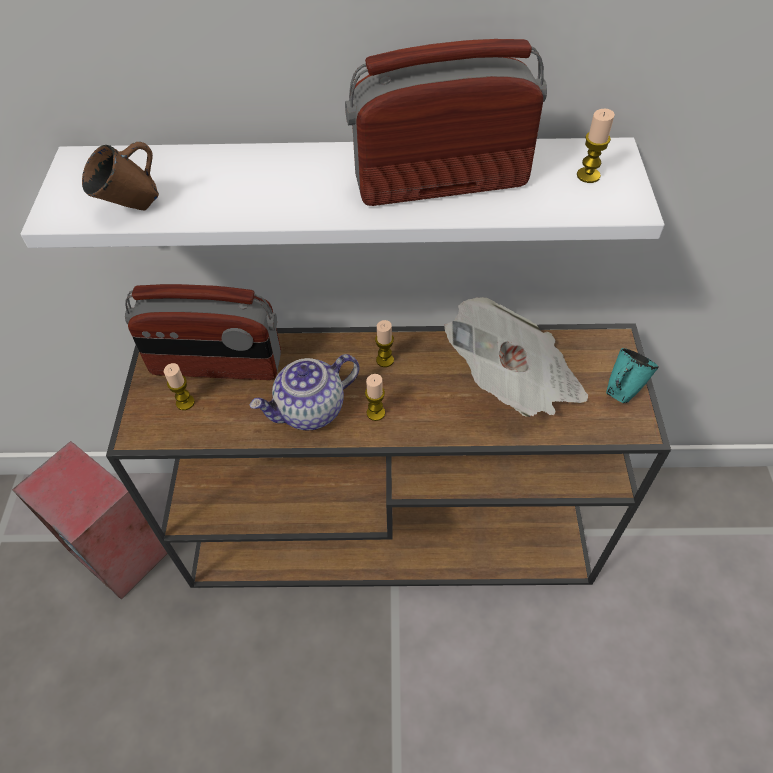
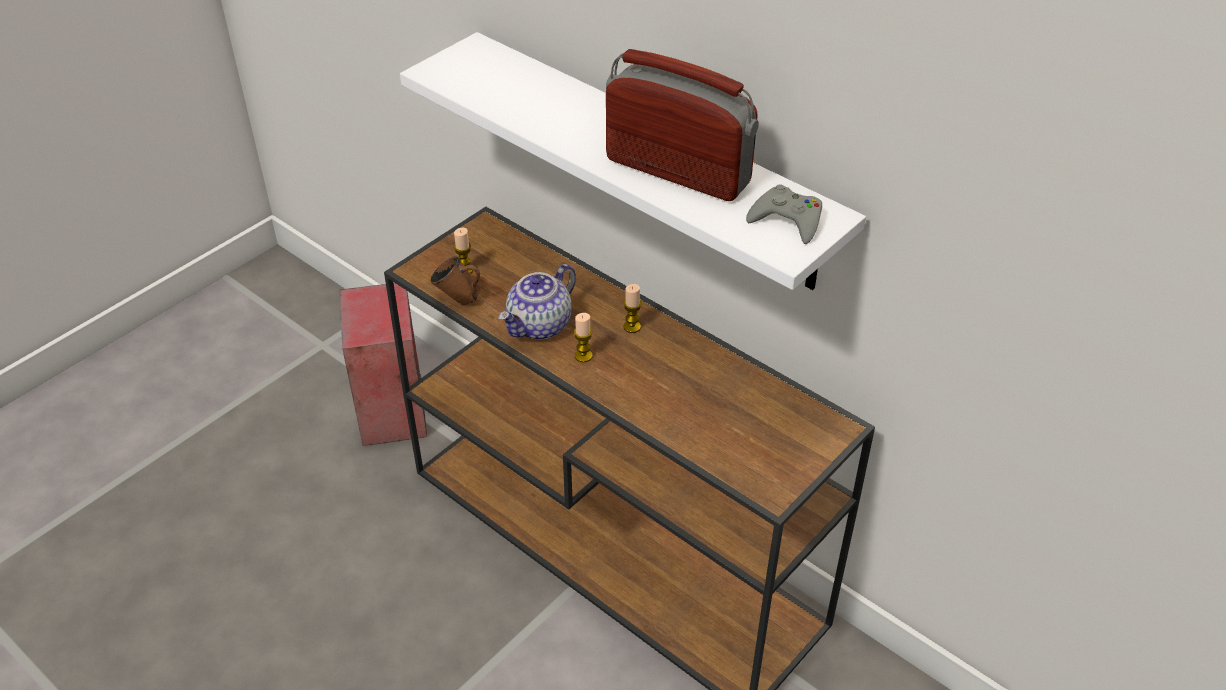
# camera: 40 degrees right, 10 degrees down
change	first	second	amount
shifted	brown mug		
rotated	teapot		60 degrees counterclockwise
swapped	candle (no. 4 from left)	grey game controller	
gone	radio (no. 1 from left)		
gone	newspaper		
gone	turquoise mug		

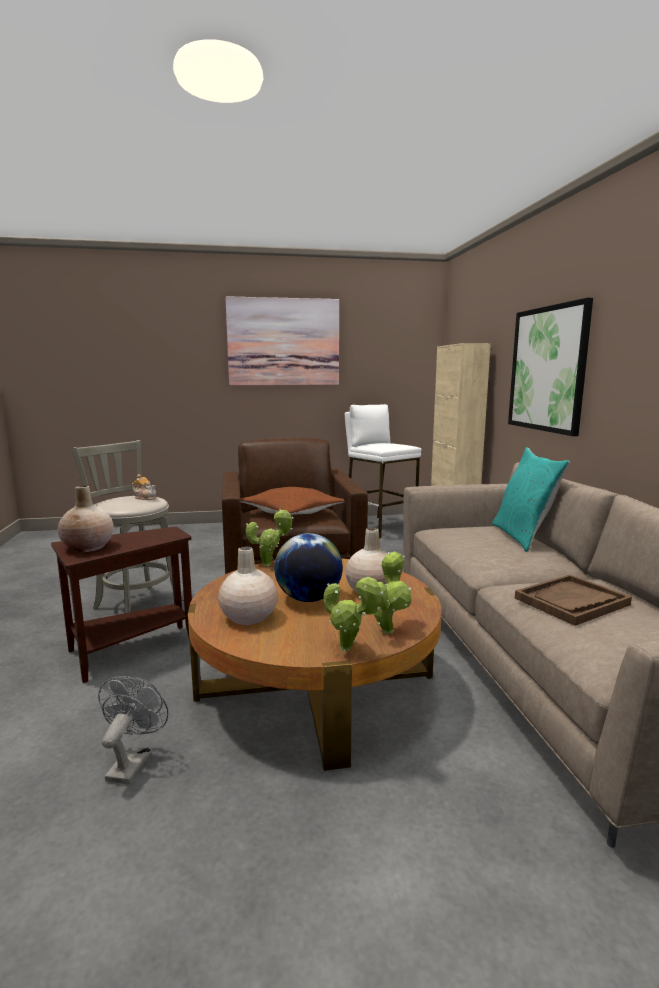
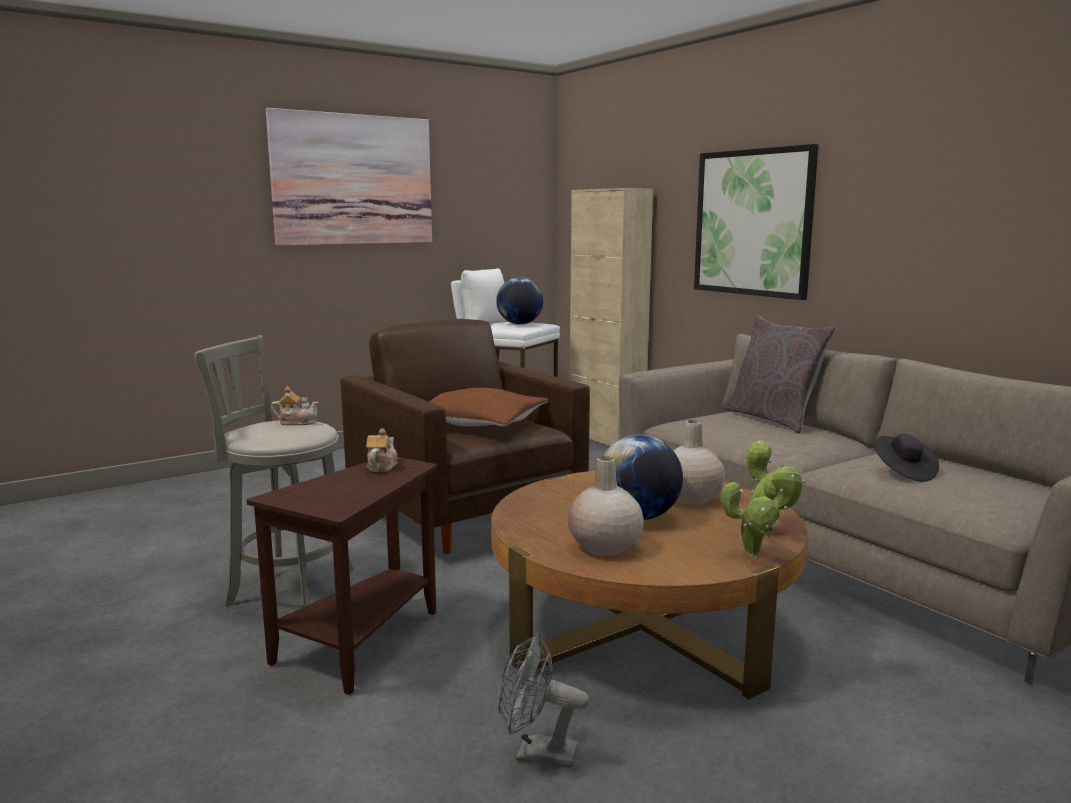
# camera: 25 degrees left, 0 degrees up
change	first	second	amount
new		teapot (no. 2 from left)	
new		globe (no. 1 from left)	
rotated	grey fan		60 degrees counterclockwise
repainted	turquoise pillow	grey pillow	
swapped	brown tray	black hat	
gone	beige vase (no. 1 from left)		
gone	potted plant (no. 1 from left)		

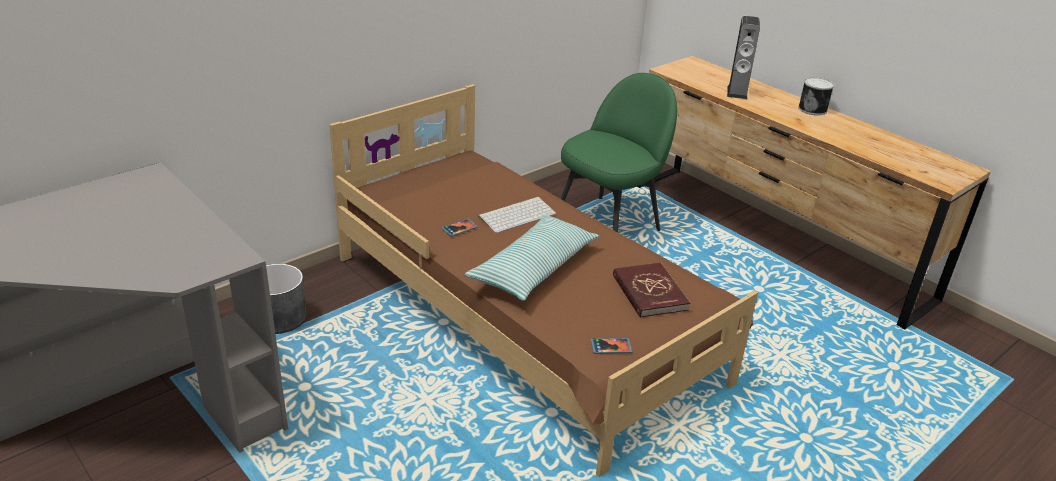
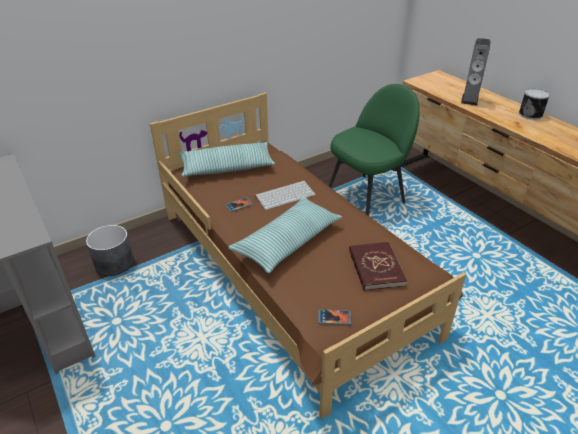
# camera: 10 degrees right, 5 degrees up
change	first	second	amount
new		pillow (no. 1 from left)	

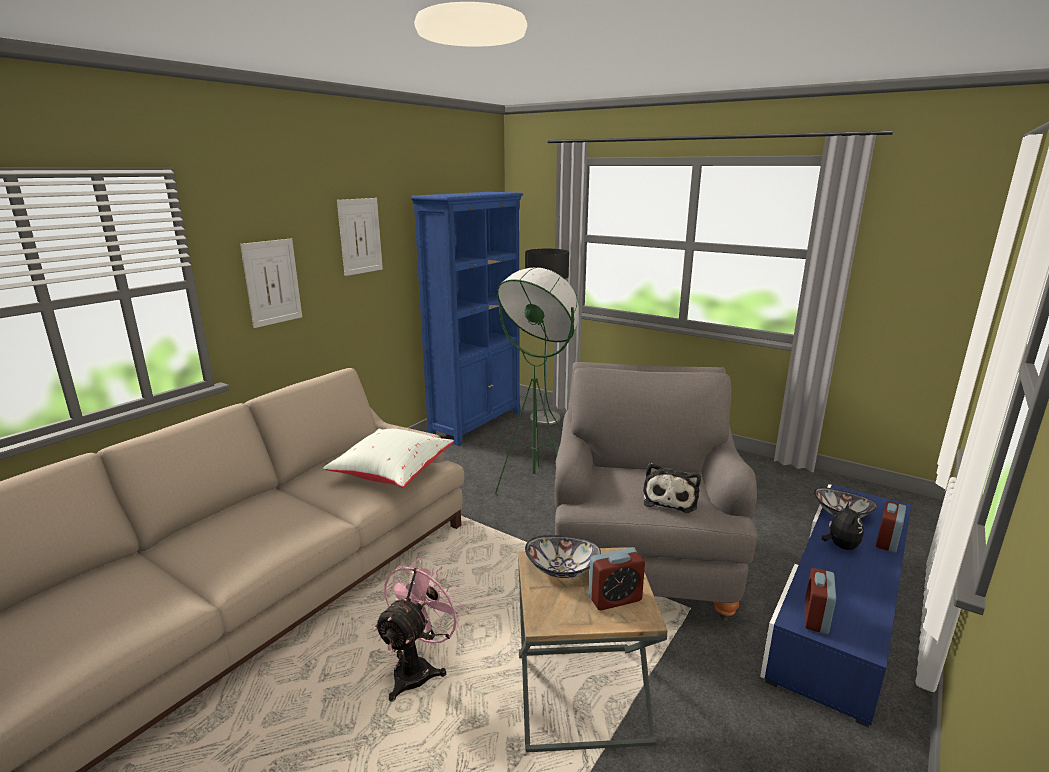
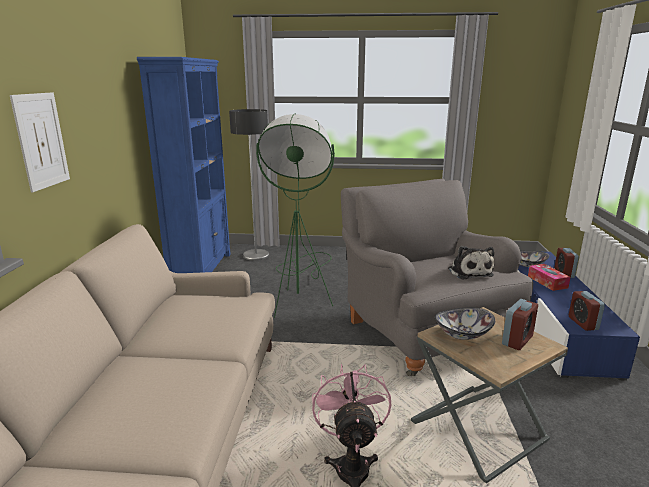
# camera: 30 degrees left, 0 degrees up
change	first	second	amount
swapped	plush toy (no. 2 from left)	tissue box	
gone	white pillow		
gone	picture (no. 2 from left)		

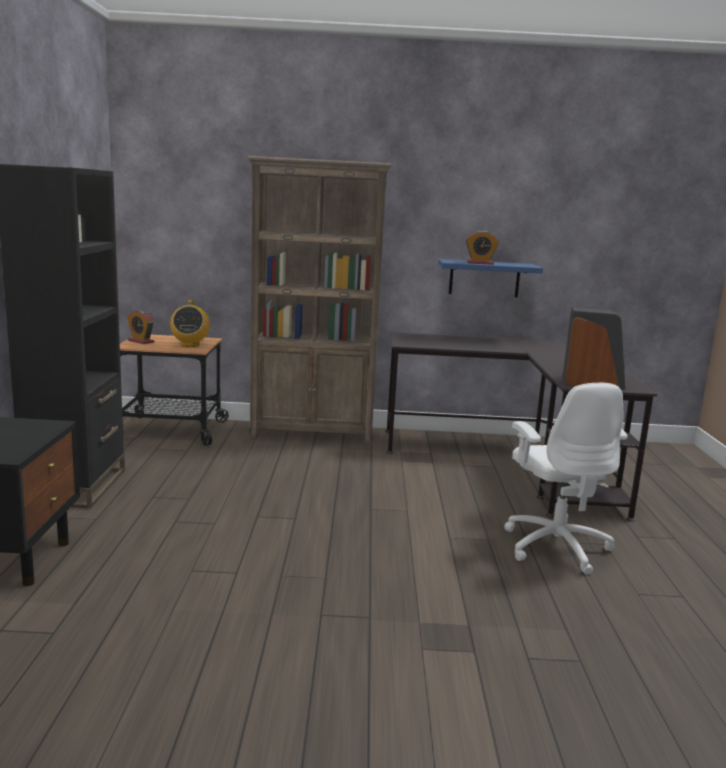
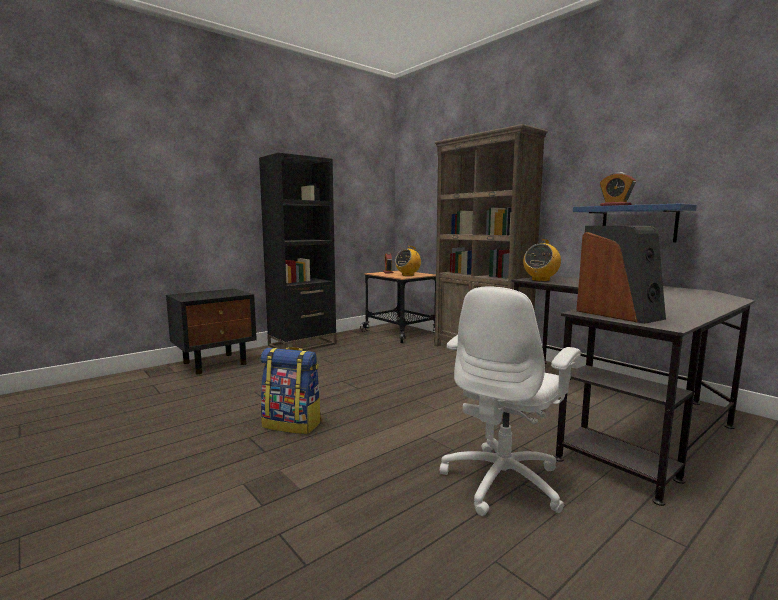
# camera: 50 degrees right, 5 degrees down
change	first	second	amount
new		backpack	
new		radio (no. 2 from left)	

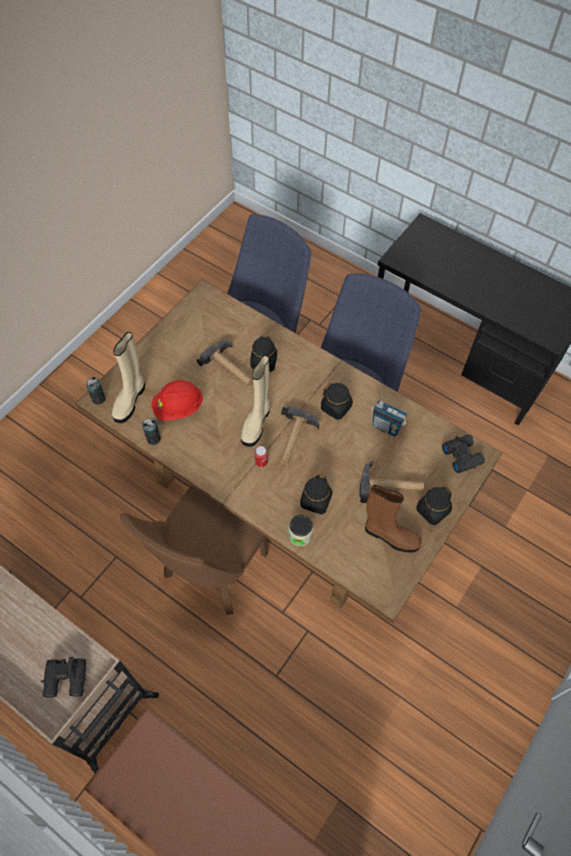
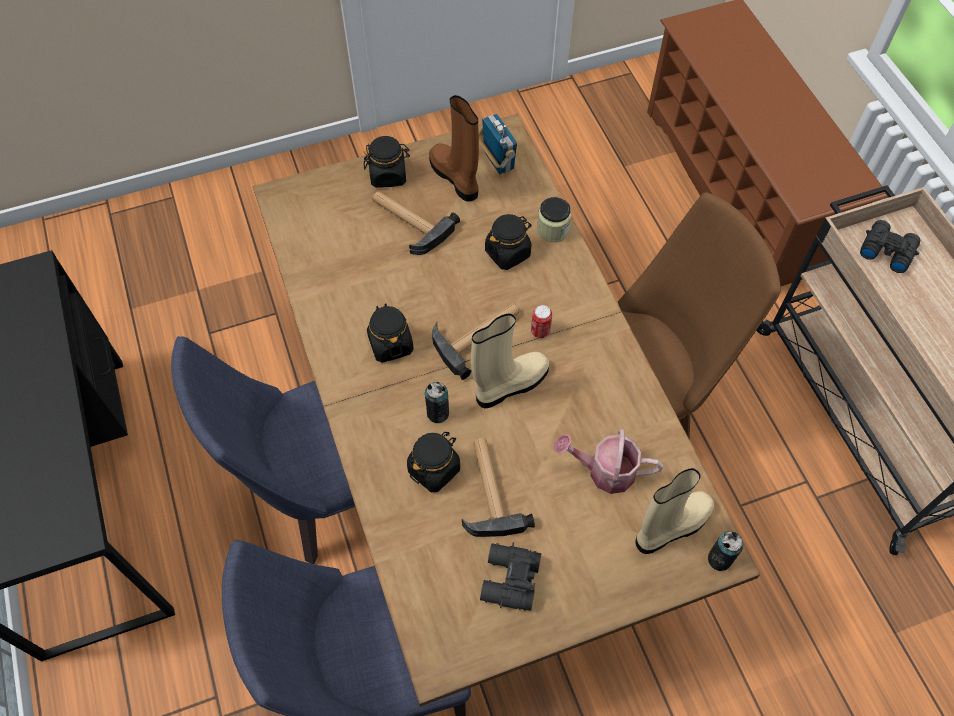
# camera: 145 degrees left, 0 degrees up
change	first	second	amount
shifted	can (no. 2 from left in the first image)	can (no. 1 from left)	
shifted	radio		
shifted	black binoculars (no. 2 from left in the first image)	black binoculars (no. 1 from left)	
swapped	red hard hat	watering can	

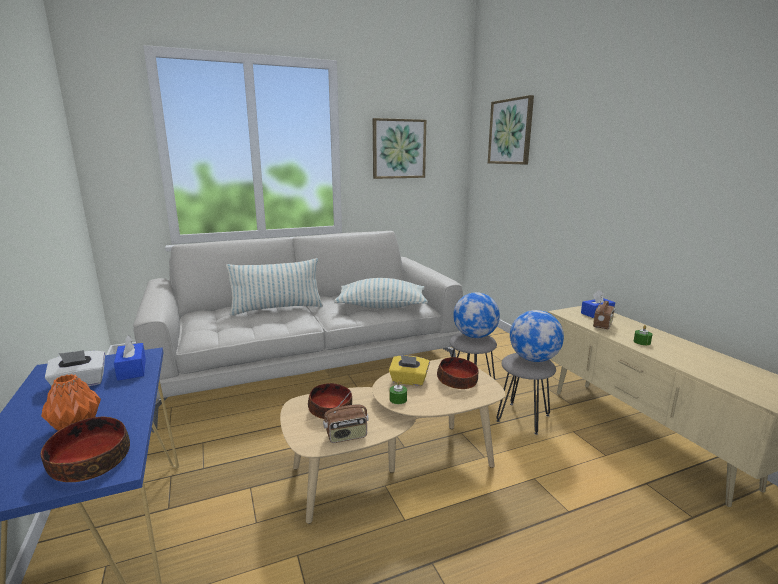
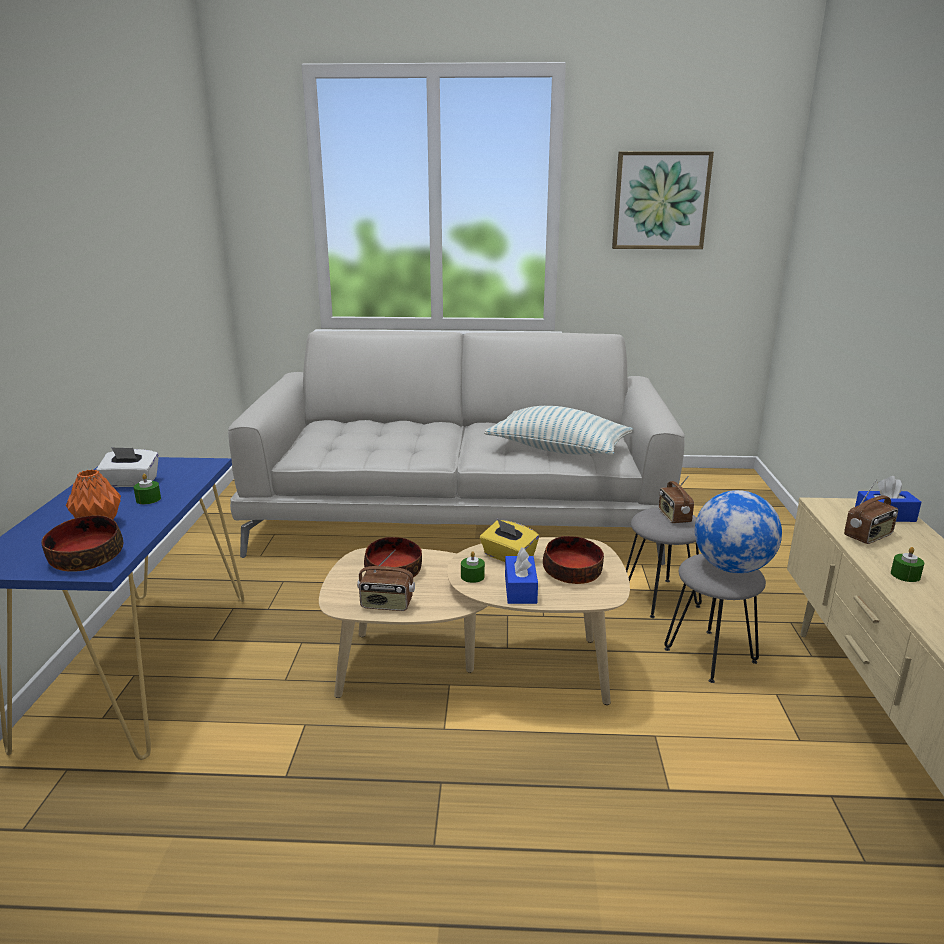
# camera: 25 degrees right, 5 degrees up
change	first	second	amount
new		green candle (no. 1 from left)	
shifted	blue tissue box (no. 1 from left)		
swapped	globe (no. 1 from left)	radio (no. 2 from left)	
gone	pillow (no. 1 from left)		
gone	picture (no. 2 from left)		

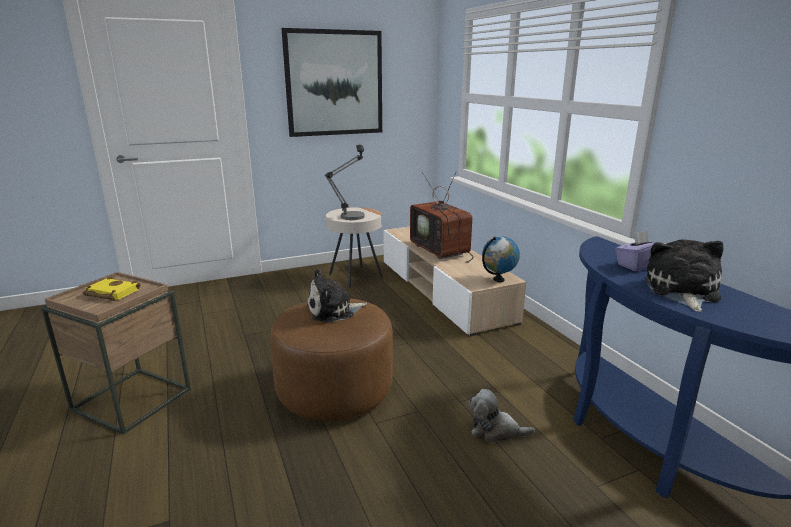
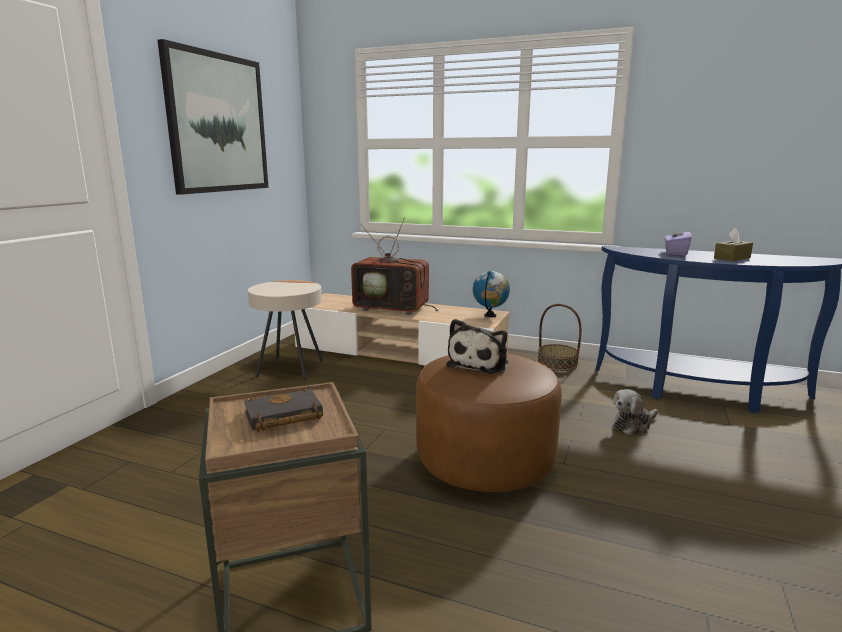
# camera: 45 degrees left, 5 degrees down
change	first	second	amount
repainted	yellow book	black book	
new		basket	
swapped	plush toy (no. 3 from left)	brown tissue box	
gone	table lamp		

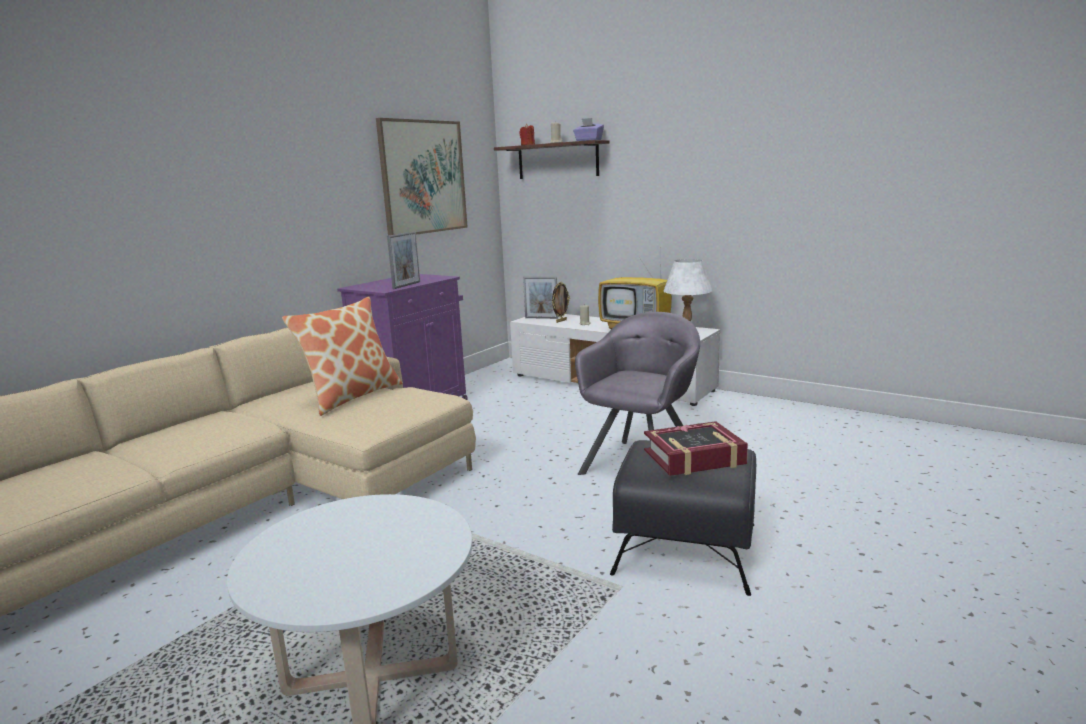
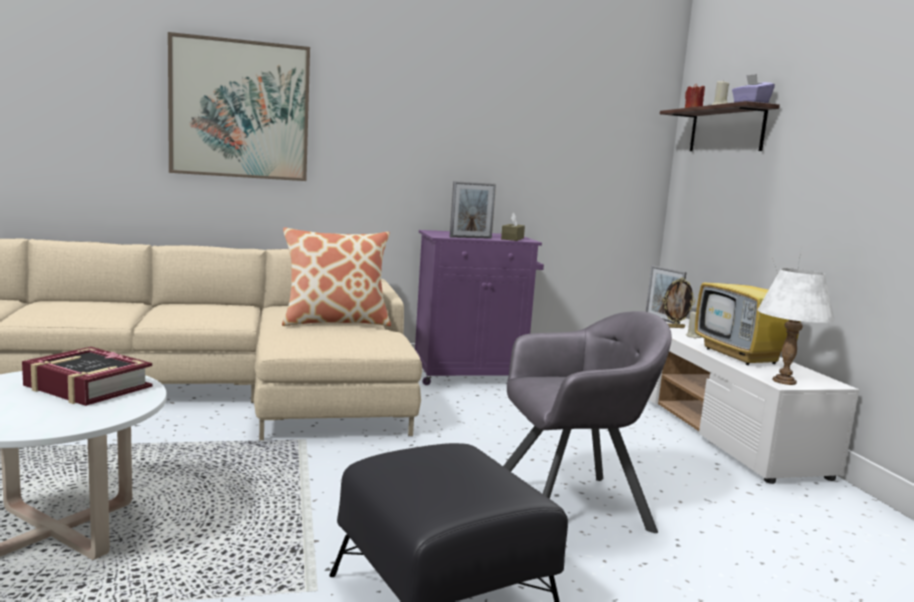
# camera: 40 degrees right, 5 degrees down
change	first	second	amount
shifted	book		
shifted	picture		
new		brown tissue box	

